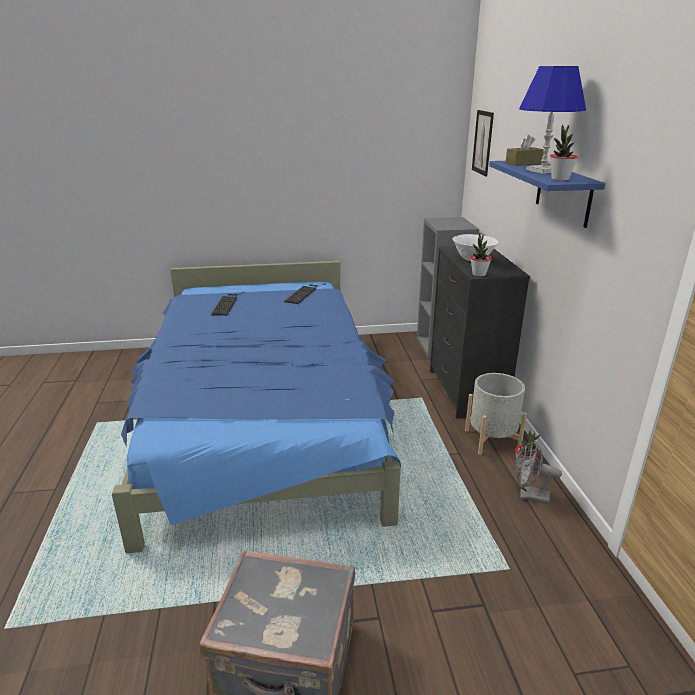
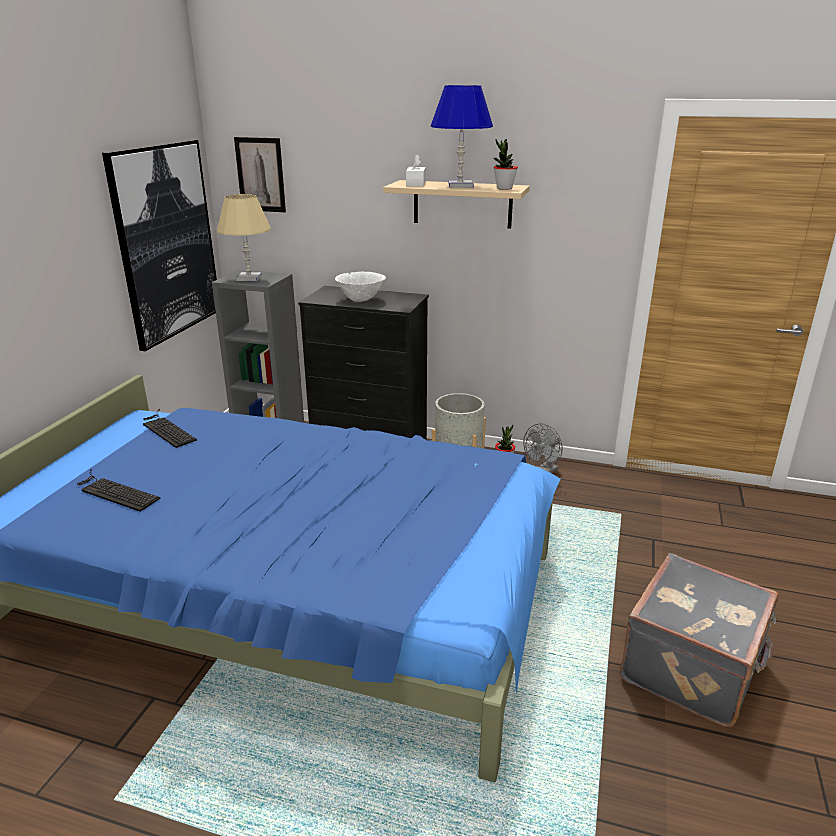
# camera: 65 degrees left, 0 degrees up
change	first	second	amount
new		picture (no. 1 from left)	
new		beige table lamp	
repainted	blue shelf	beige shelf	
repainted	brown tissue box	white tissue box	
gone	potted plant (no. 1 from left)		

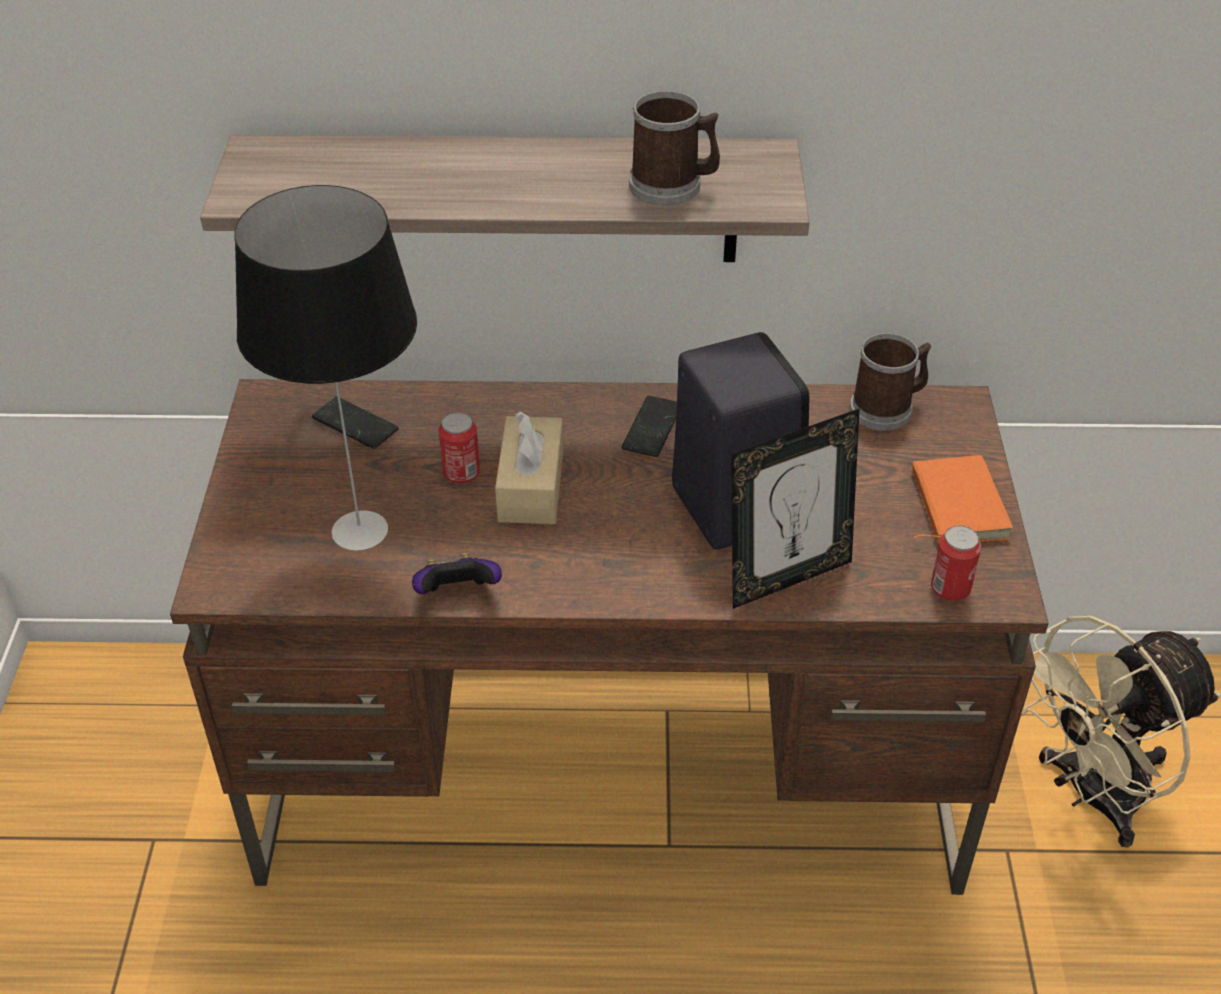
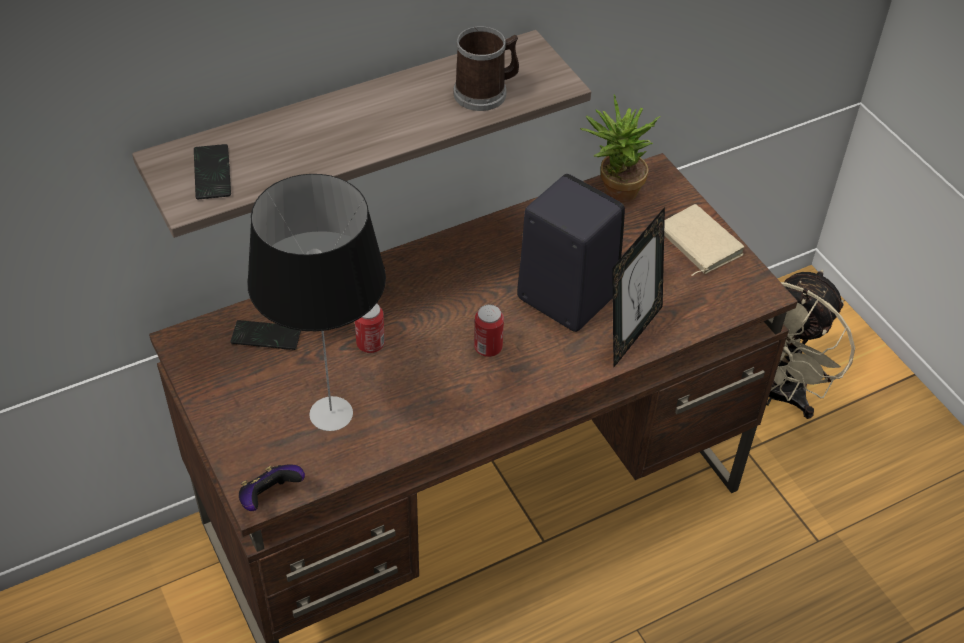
# camera: 30 degrees left, 5 degrees up
change	first	second	amount
shifted	phone (no. 2 from left in the first image)	phone (no. 1 from left)	
shifted	game controller		
shifted	can (no. 2 from left)		
swapped	mug (no. 2 from left)	potted plant	
repainted	orange book	beige book	
gone	beige tissue box		

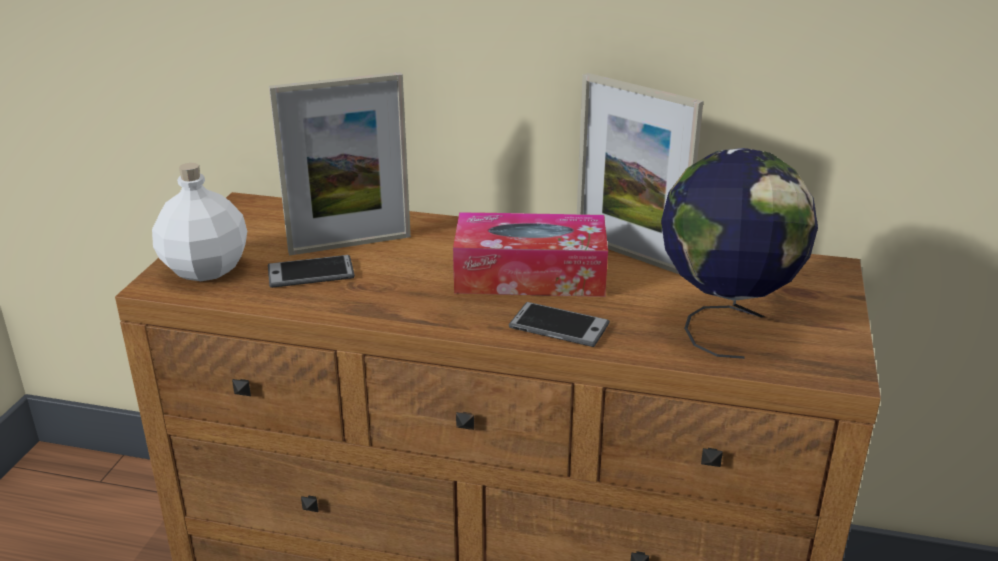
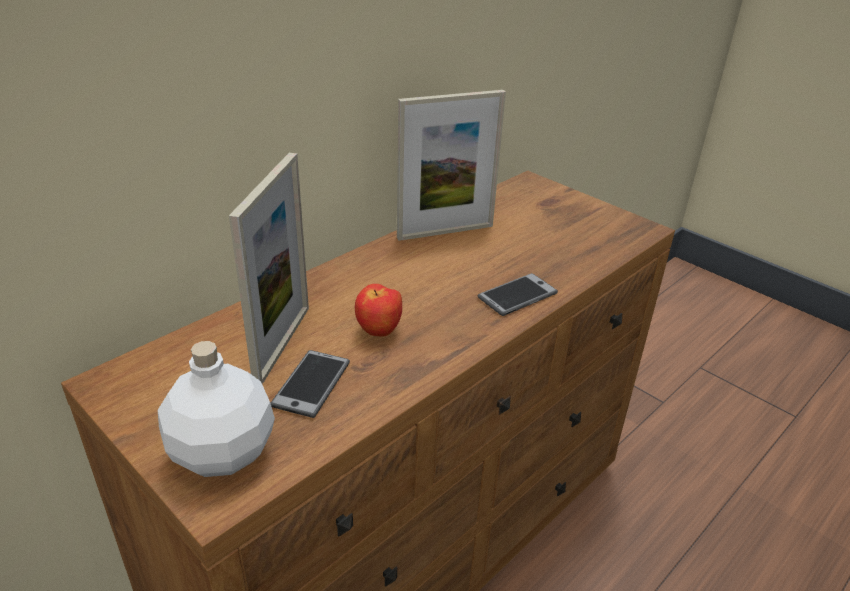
# camera: 60 degrees left, 5 degrees up
change	first	second	amount
new		apple	
gone	tissue box		
gone	globe		

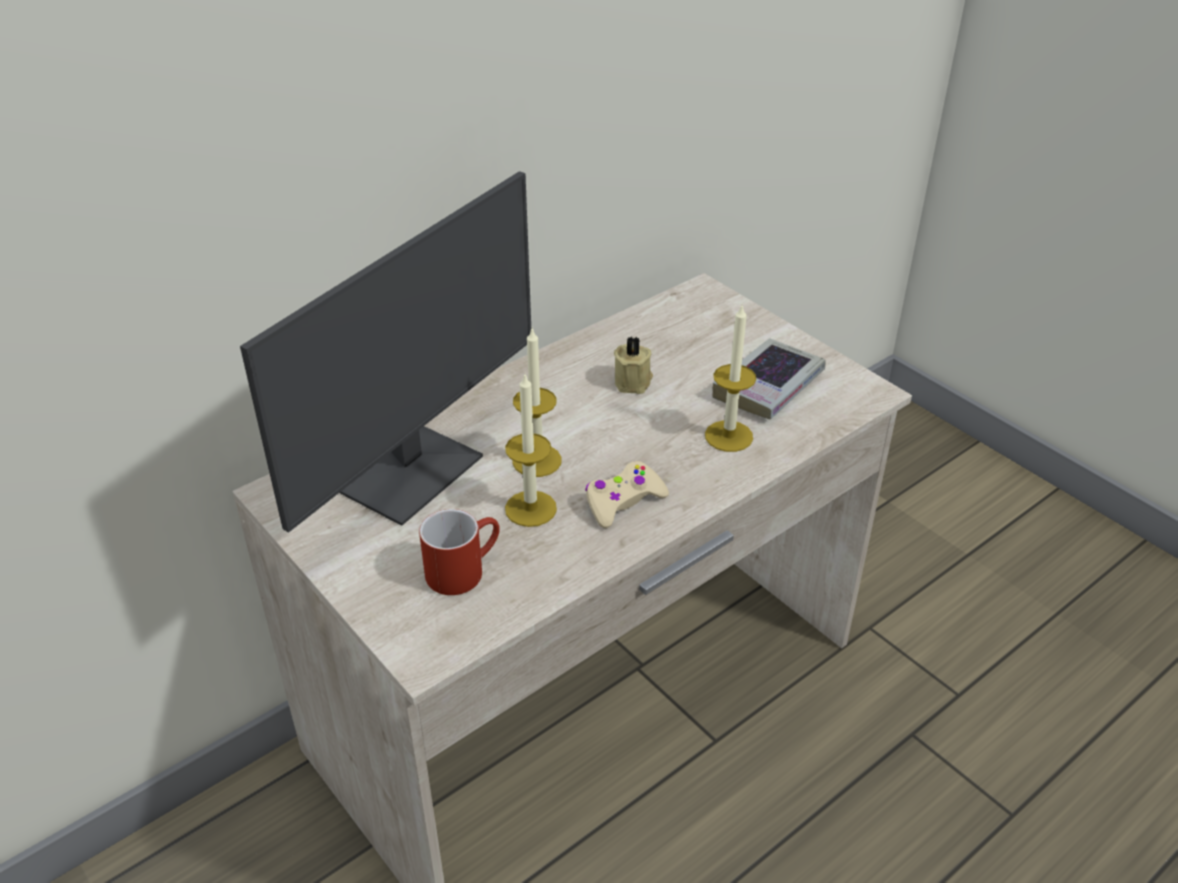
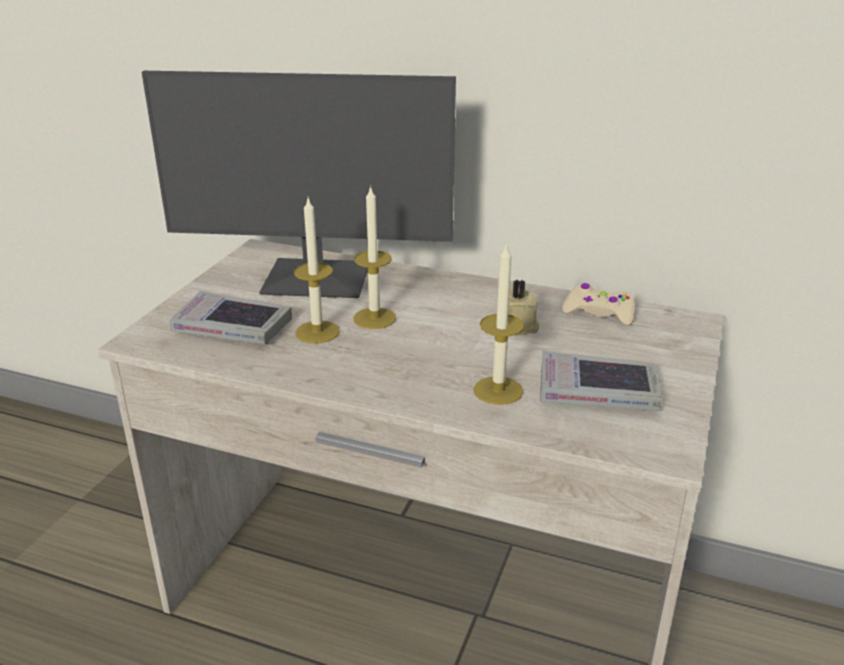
# camera: 60 degrees right, 10 degrees down
change	first	second	amount
swapped	red mug	book (no. 1 from left)	
shifted	beige game controller		

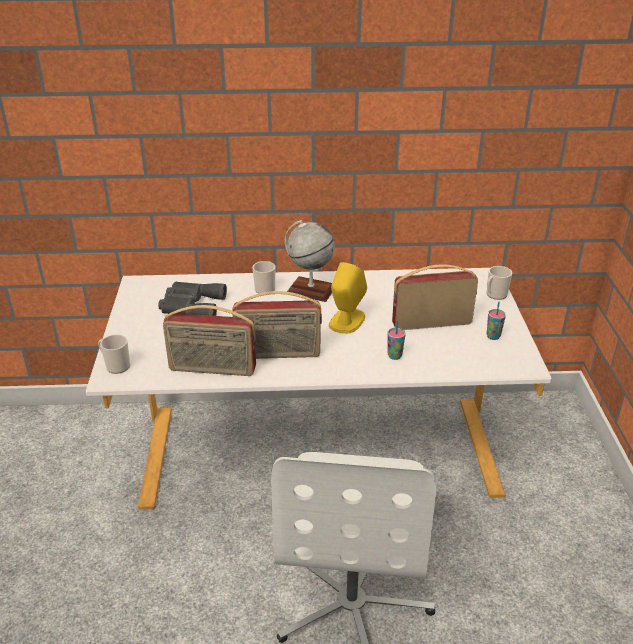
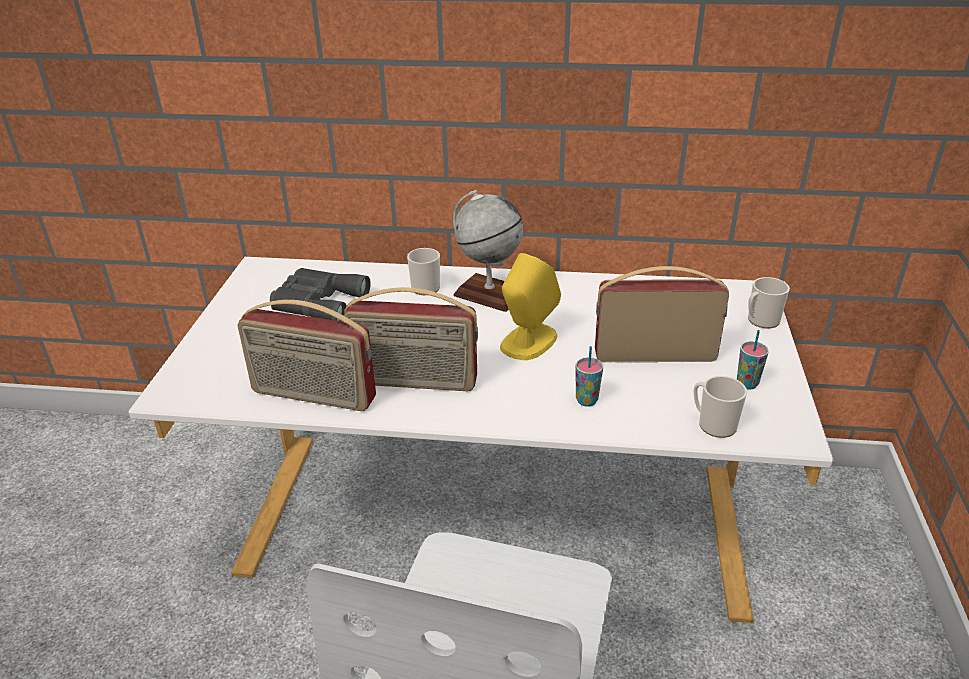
# camera: 10 degrees right, 0 degrees up
change	first	second	amount
shifted	mug (no. 1 from left in the first image)	mug (no. 2 from left)	

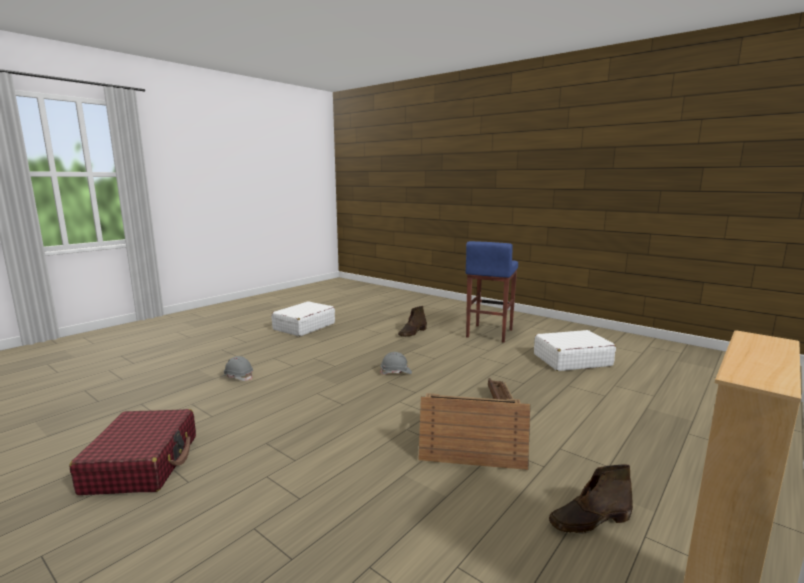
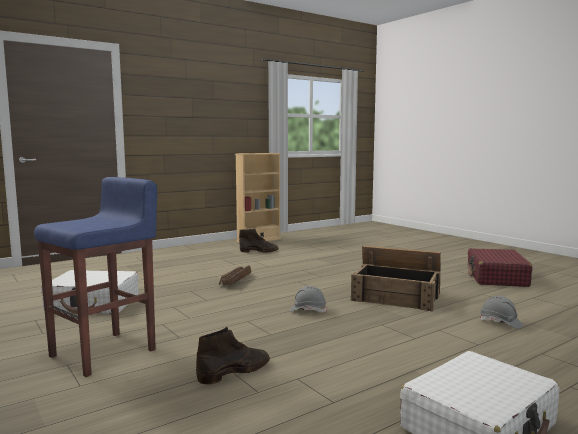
# camera: 165 degrees left, 5 degrees down
change	first	second	amount
shifted	crate (no. 1 from left in the first image)	crate (no. 2 from left)	

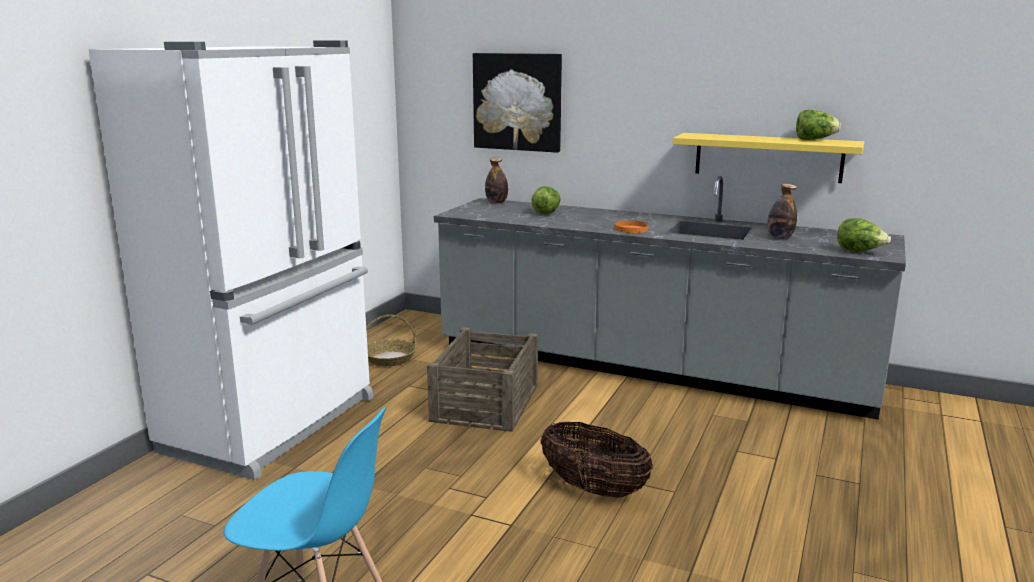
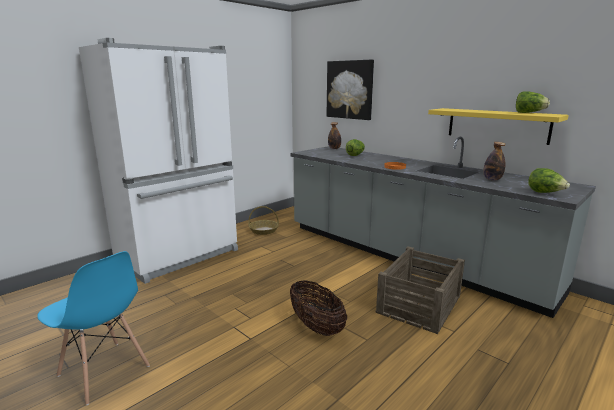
# camera: 20 degrees right, 0 degrees up
change	first	second	amount
shifted	crate		

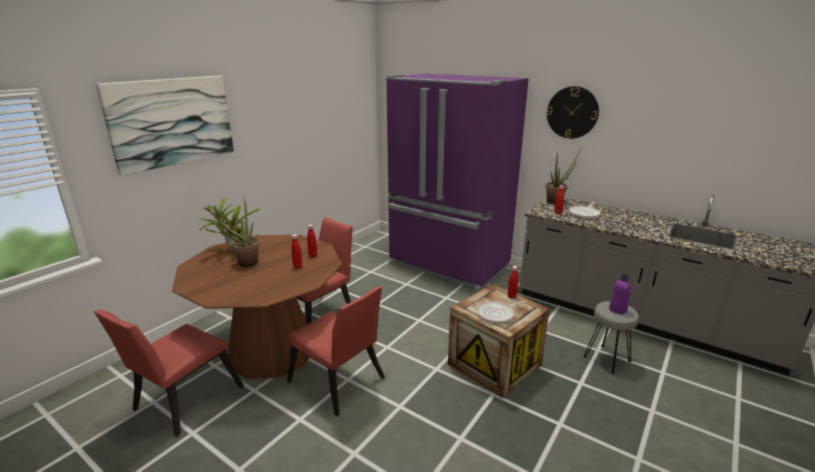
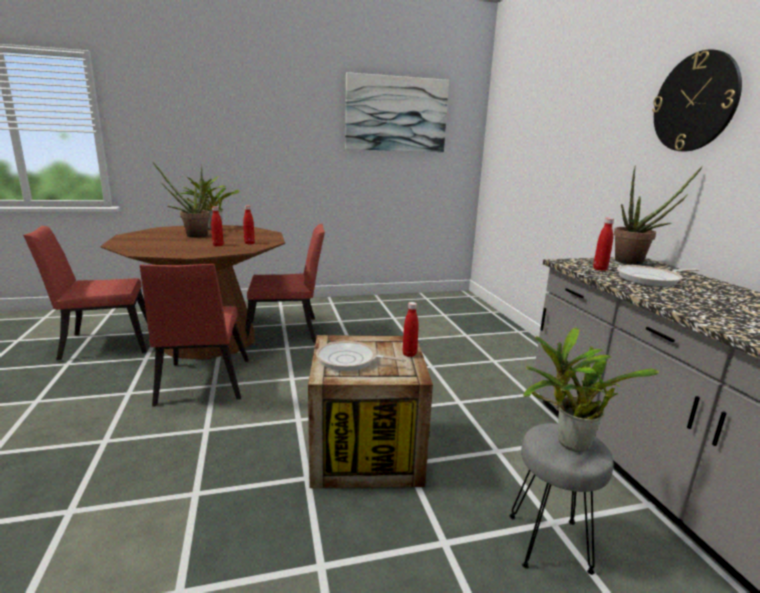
# camera: 40 degrees right, 5 degrees down
change	first	second	amount
shifted	picture		
swapped	purple bottle	potted plant (no. 3 from left)	
gone	purple fridge		

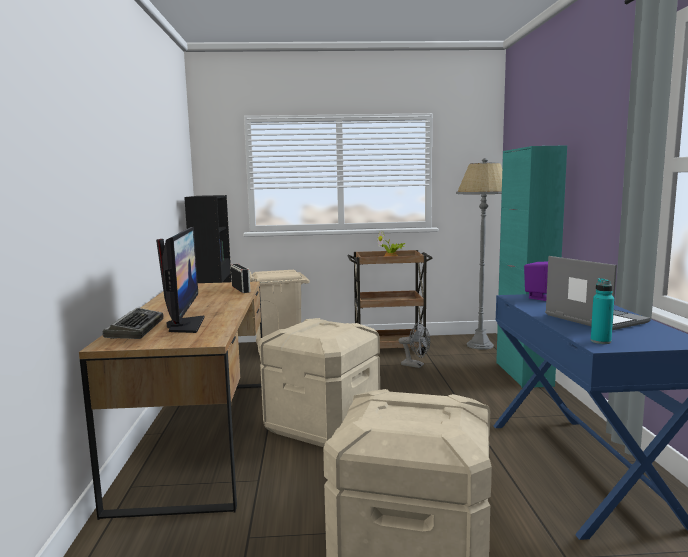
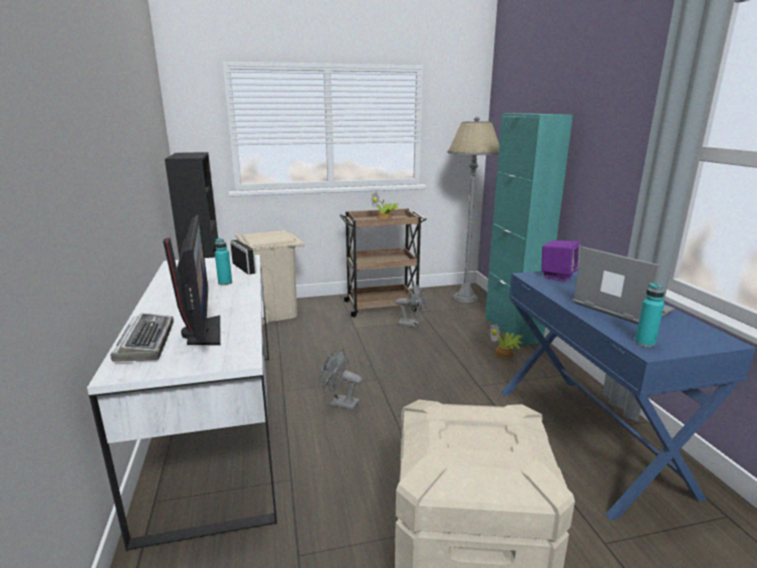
# camera: 10 degrees left, 10 degrees up
change	first	second	amount
repainted	brown desk	white desk	
new		turquoise bottle (no. 1 from left)	
swapped	beige storage box (no. 1 from left)	grey fan (no. 1 from left)	
new		potted plant (no. 2 from left)	

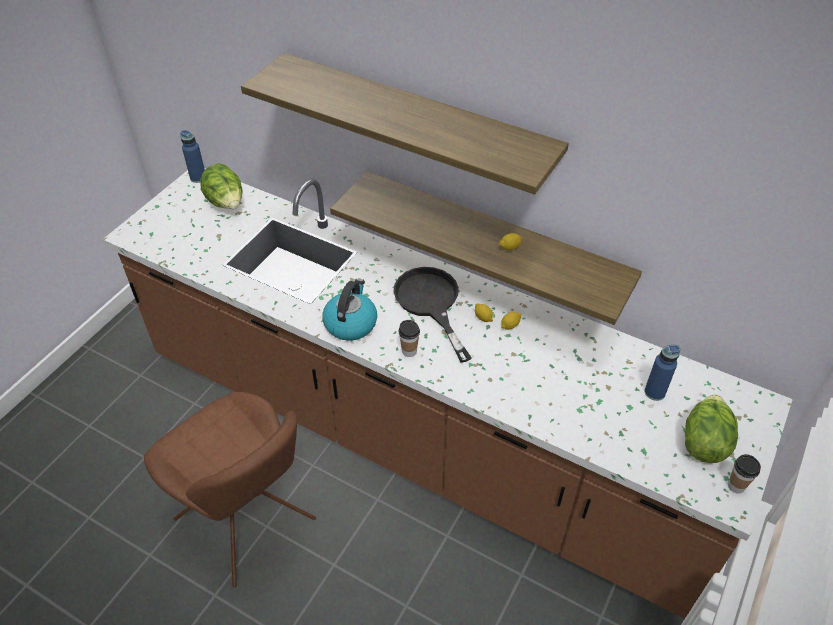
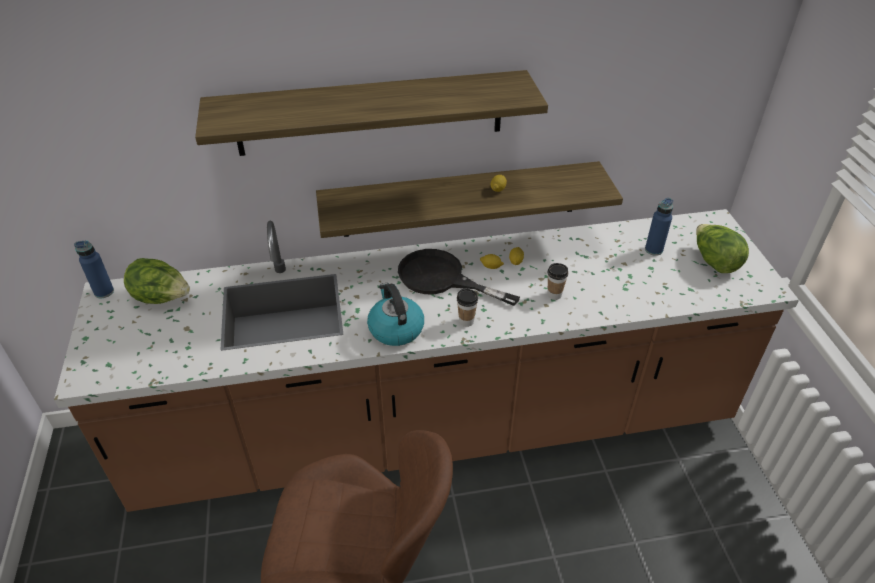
# camera: 40 degrees left, 5 degrees down
change	first	second	amount
shifted	cup (no. 2 from left)		

